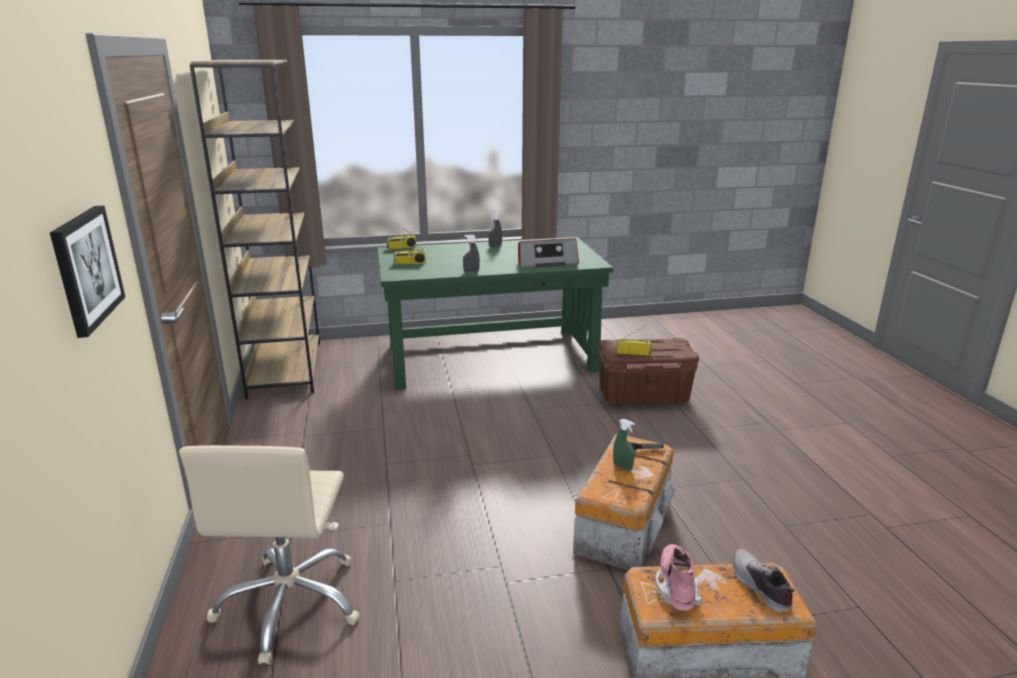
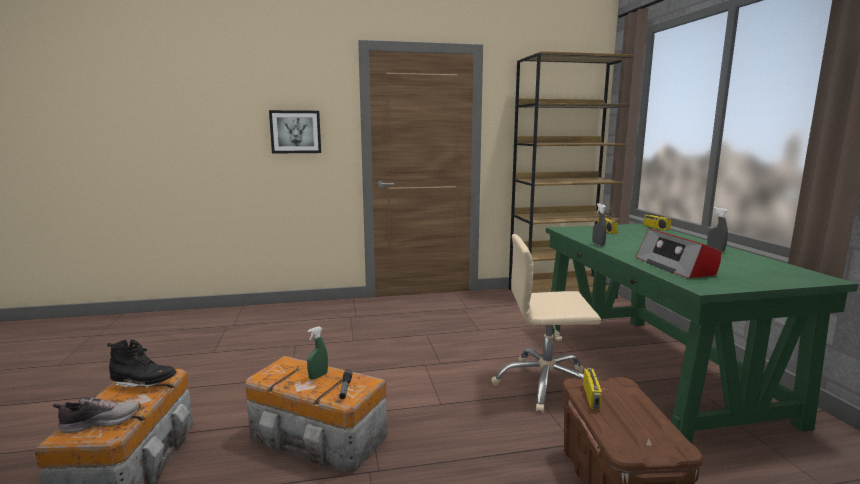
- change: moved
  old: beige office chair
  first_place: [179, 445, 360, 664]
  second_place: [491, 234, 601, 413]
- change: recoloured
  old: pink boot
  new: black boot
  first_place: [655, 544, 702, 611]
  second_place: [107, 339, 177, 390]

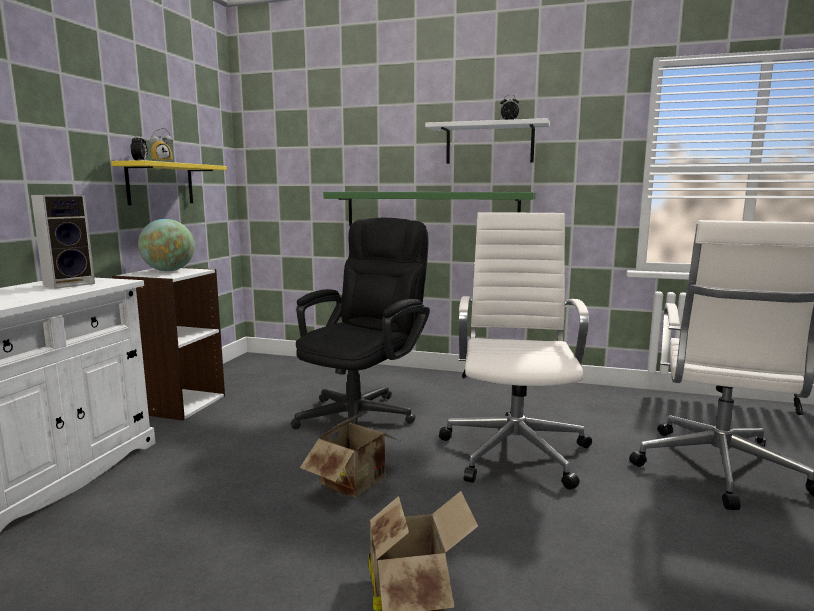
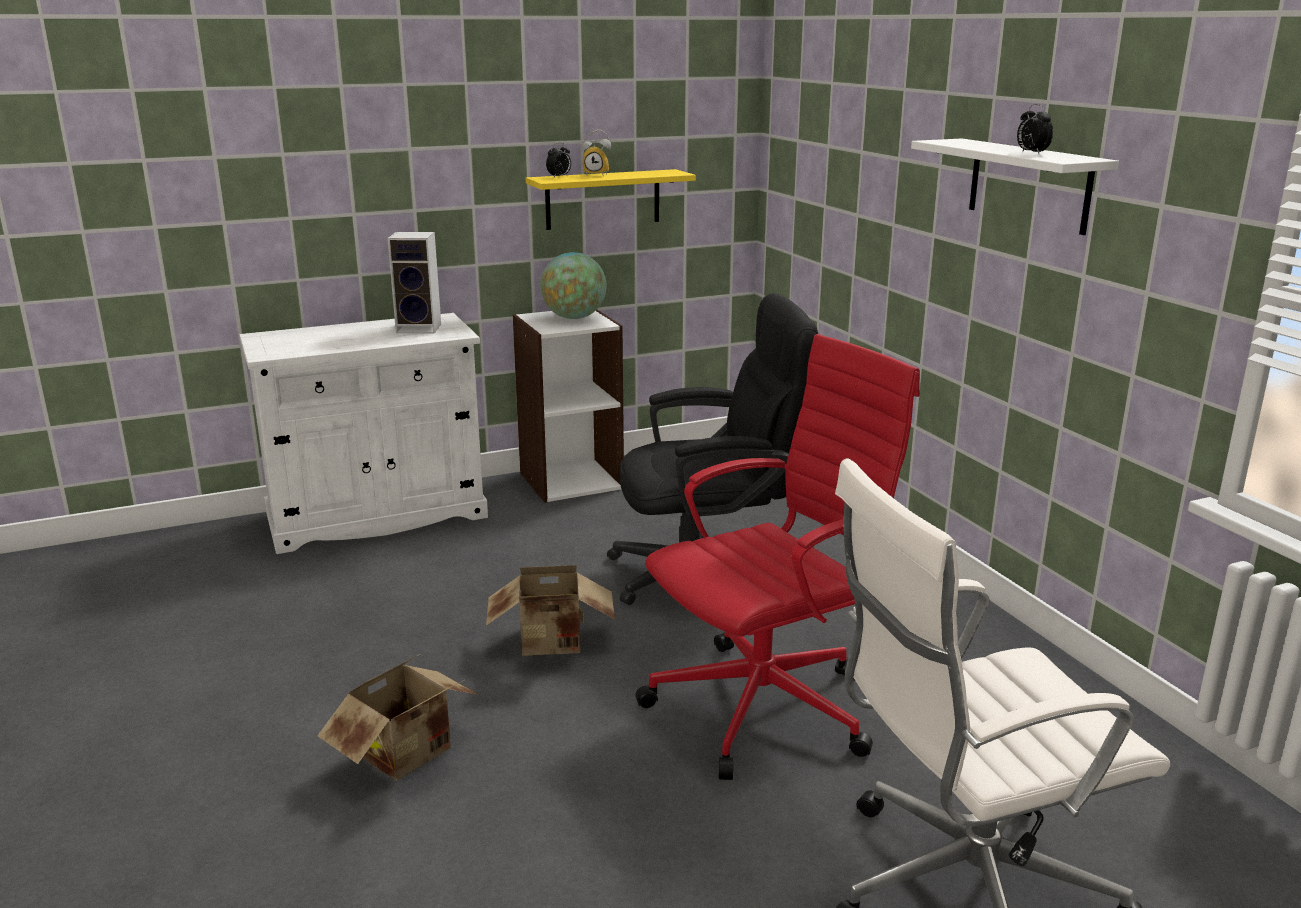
- change: removed
  old: green shelf
  first_place: [323, 192, 536, 226]
- change: recoloured
  old: white office chair
  new: red office chair
  first_place: [439, 212, 592, 489]
  second_place: [635, 334, 920, 780]

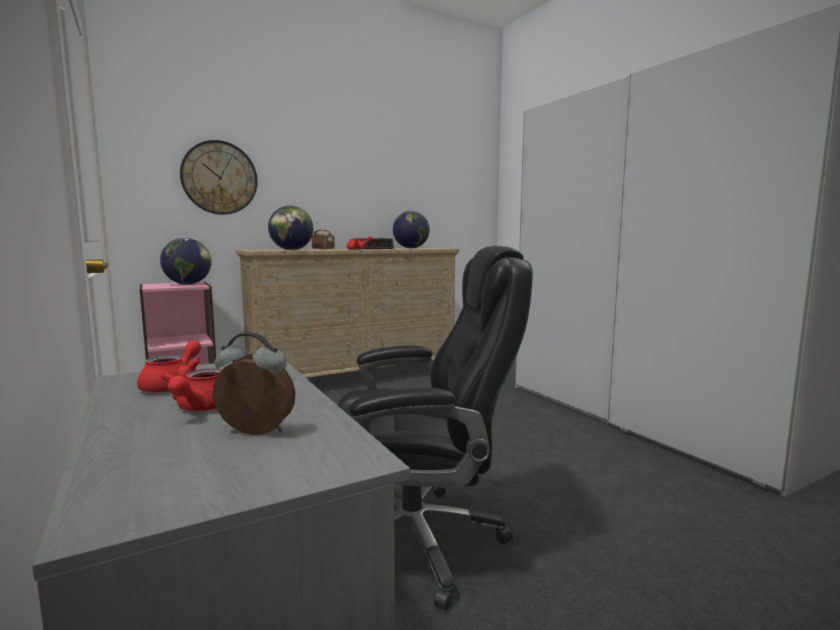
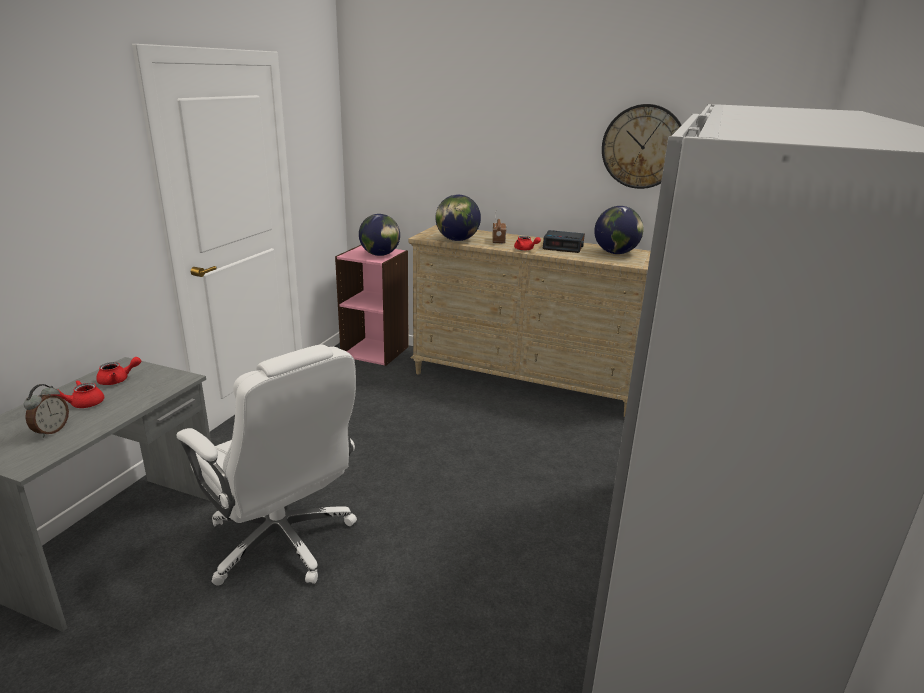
- change: moved
  old: wall clock
  first_place: [180, 140, 258, 215]
  second_place: [602, 104, 682, 189]
- change: recoloured
  old: black office chair
  new: white office chair
  first_place: [338, 246, 533, 610]
  second_place: [176, 344, 357, 585]
- change: turned
  old: alarm clock
  first_place: [213, 332, 296, 435]
  second_place: [24, 384, 69, 438]
  degrees: 45

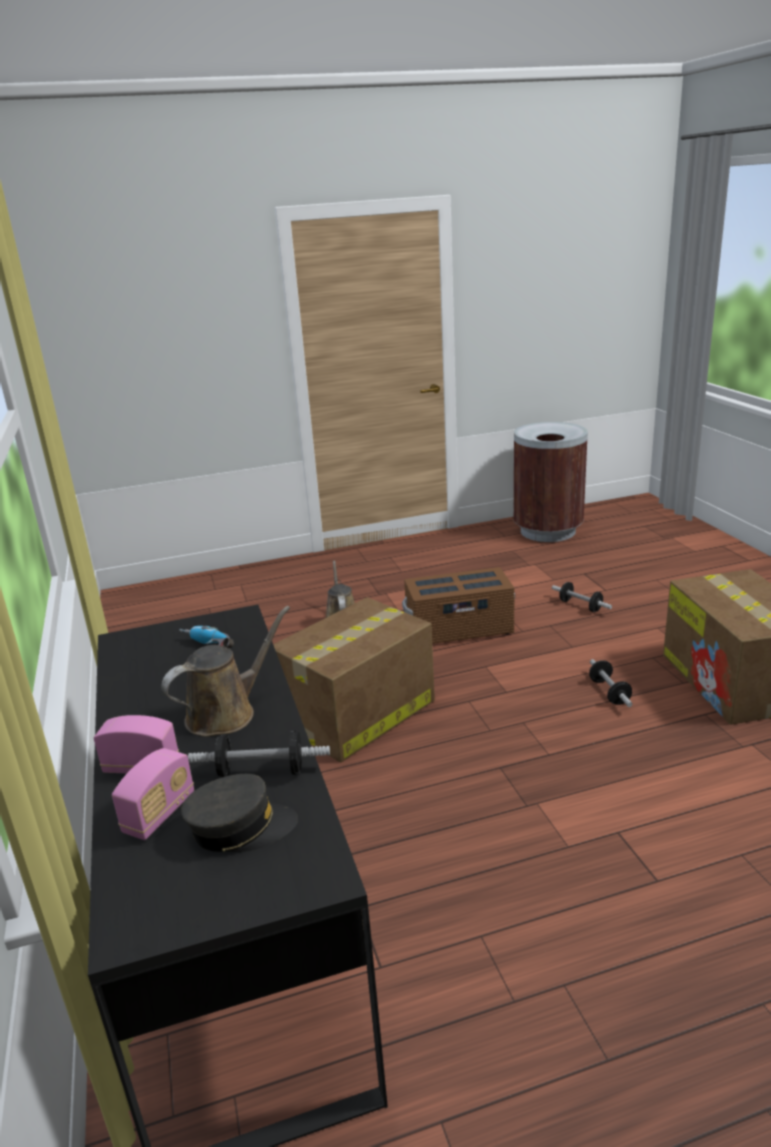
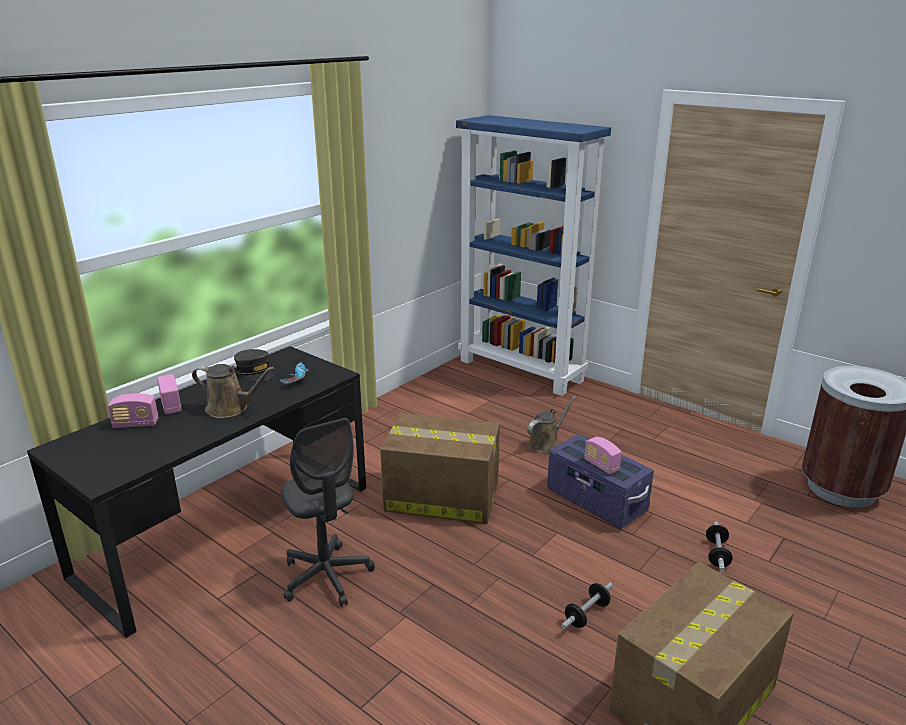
- change: recoloured
  old: brown storage box
  new: purple storage box
  first_place: [402, 567, 515, 644]
  second_place: [547, 434, 654, 529]
- change: removed
  old: dumbbell
  first_place: [188, 730, 330, 777]
- change: moved
  old: grey cap
  first_place: [181, 774, 298, 852]
  second_place: [234, 349, 274, 381]
- change: added
  new: blue bookcase
  second_place: [456, 115, 611, 396]
- change: added
  new: grey office chair
  second_place: [281, 418, 375, 607]
- change: added
  new: radio
  second_place: [584, 437, 622, 474]

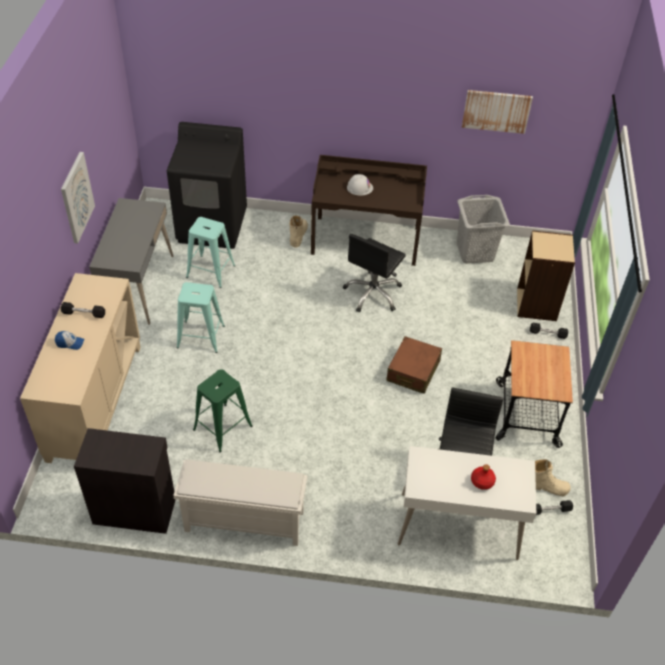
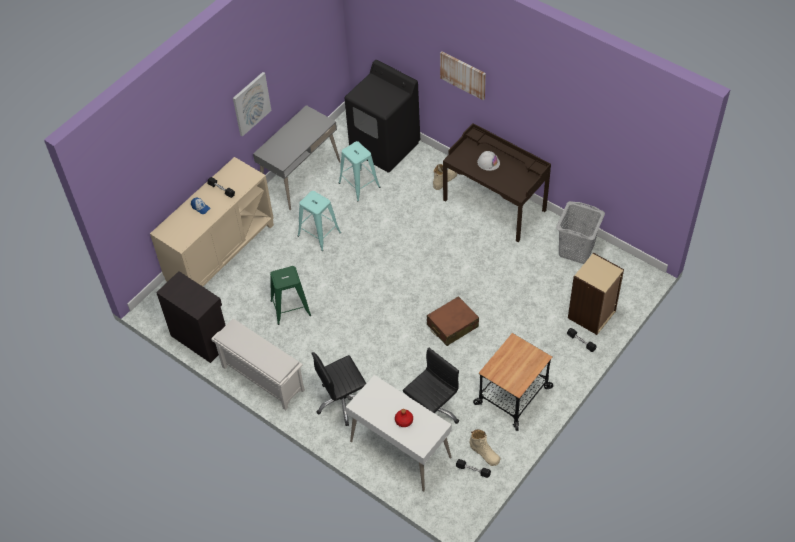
- change: moved
  old: picture
  first_place: [462, 90, 533, 134]
  second_place: [440, 51, 486, 100]
- change: moved
  old: black office chair
  first_place: [343, 234, 406, 313]
  second_place: [312, 352, 366, 426]

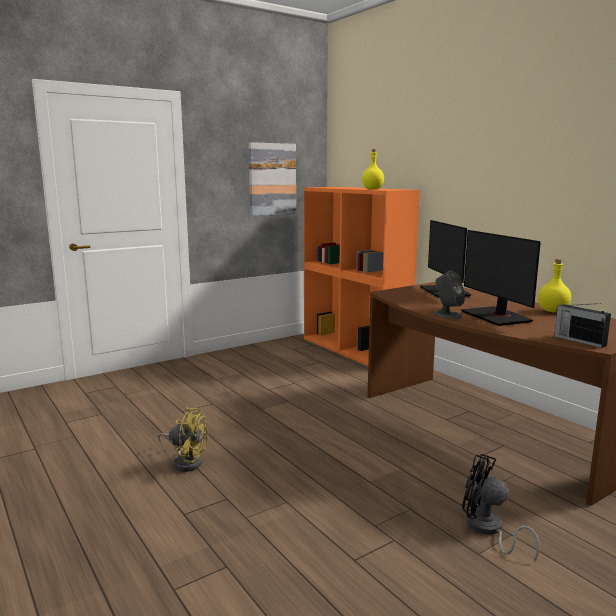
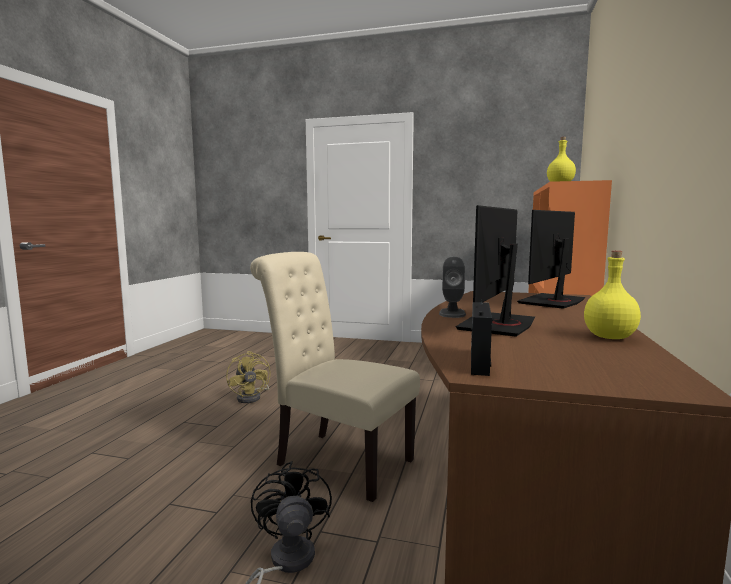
- change: removed
  old: picture
  first_place: [249, 142, 296, 216]
- change: added
  new: beige chair
  second_place: [250, 252, 420, 502]

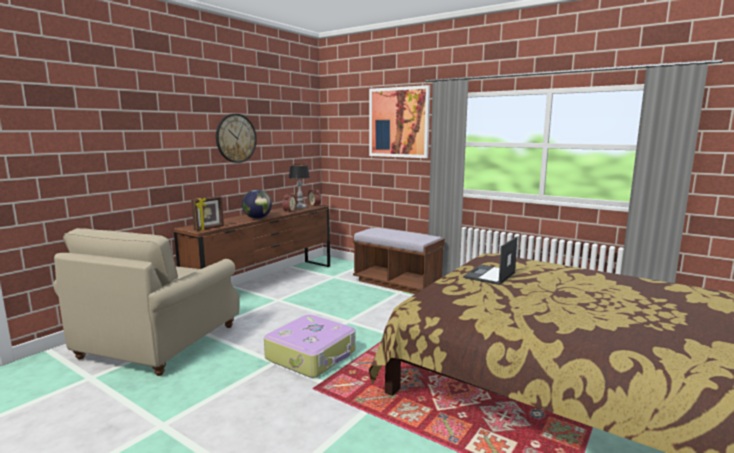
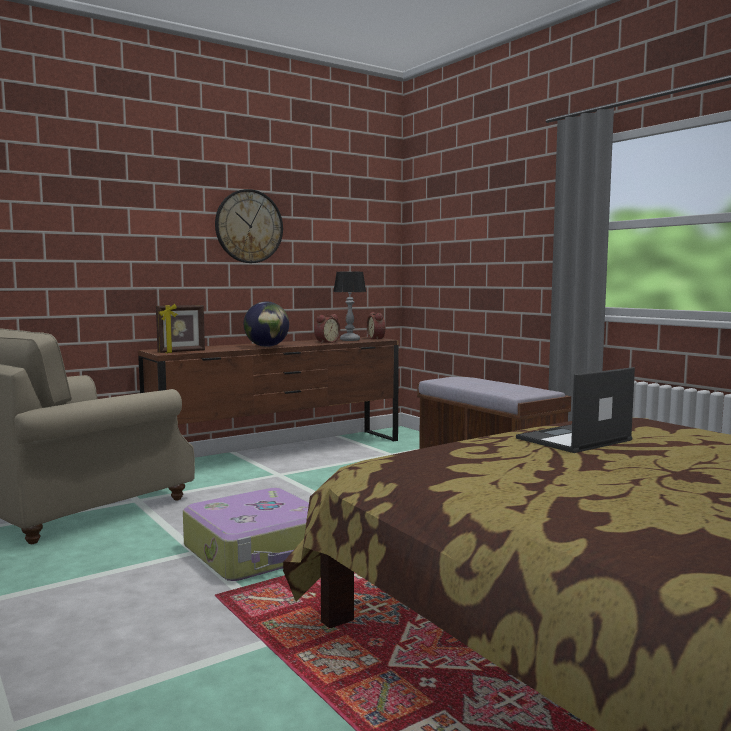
- change: removed
  old: picture
  first_place: [369, 85, 430, 158]

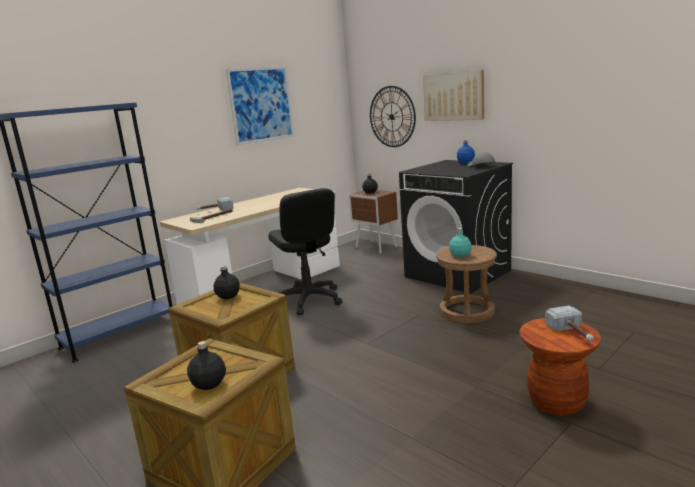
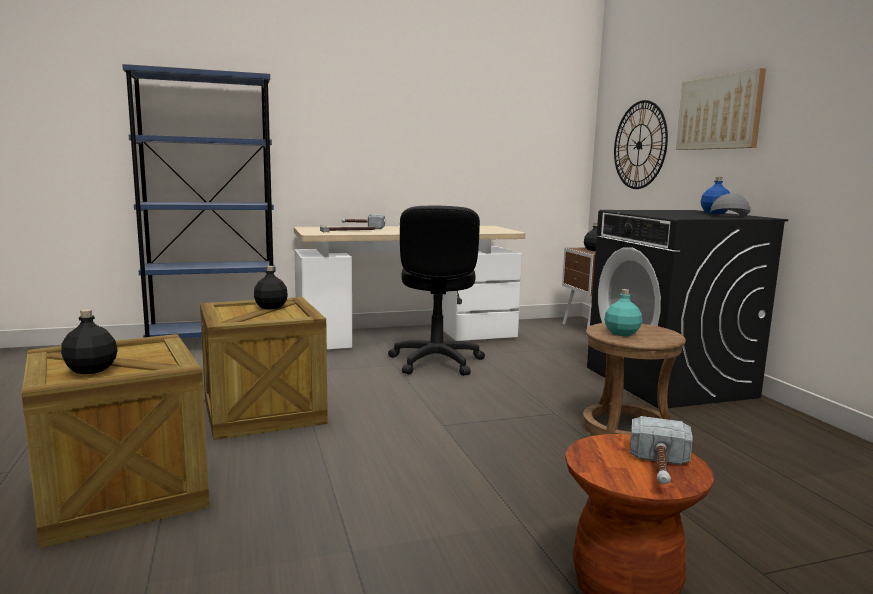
- change: removed
  old: picture
  first_place: [226, 66, 294, 145]

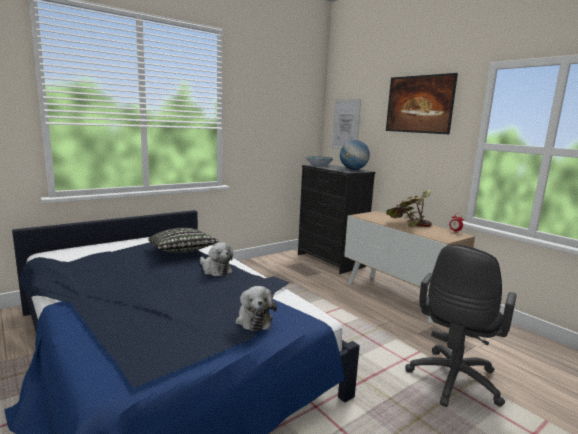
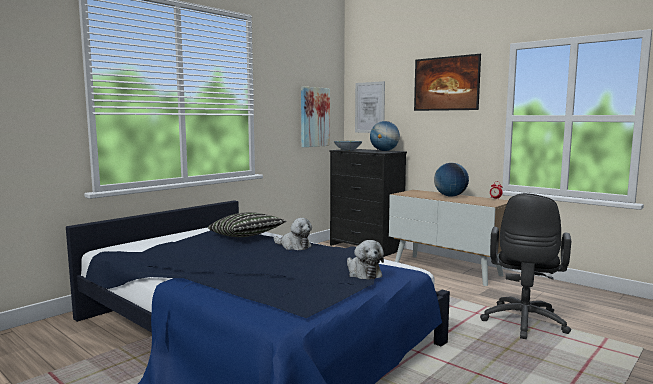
- change: replaced
  old: potted plant
  new: globe
  first_place: [386, 189, 432, 227]
  second_place: [434, 163, 469, 197]
- change: added
  new: picture
  second_place: [301, 86, 330, 147]

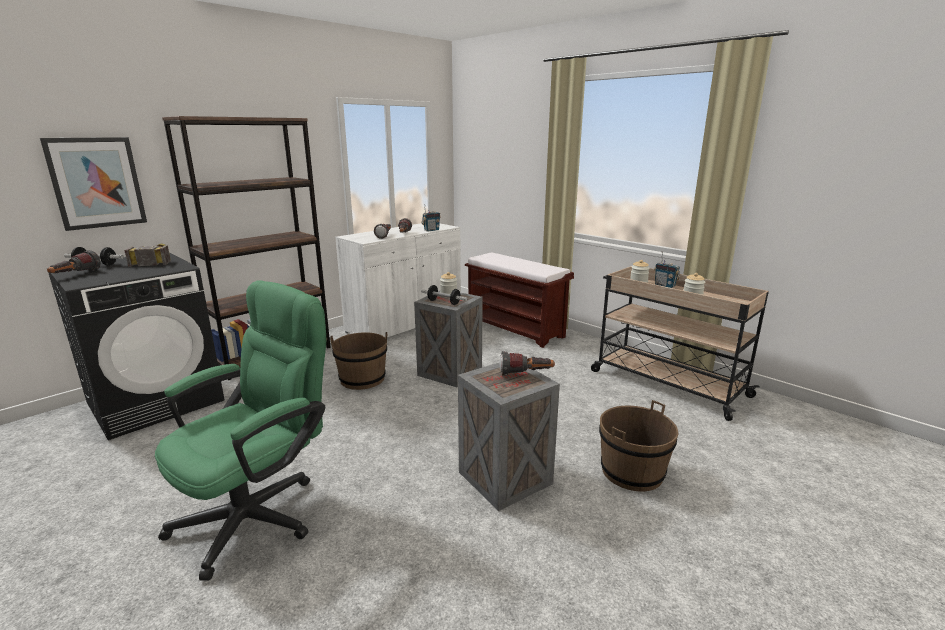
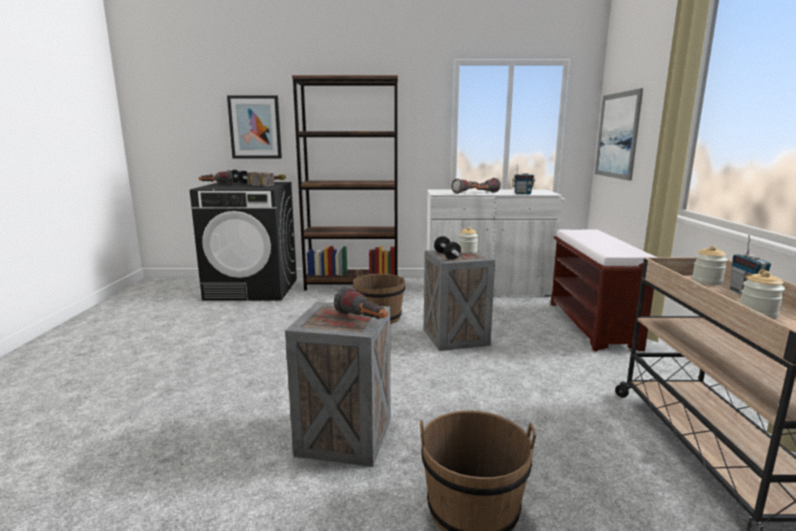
- change: removed
  old: green office chair
  first_place: [155, 280, 326, 581]
- change: added
  new: picture
  second_place: [595, 88, 643, 181]

